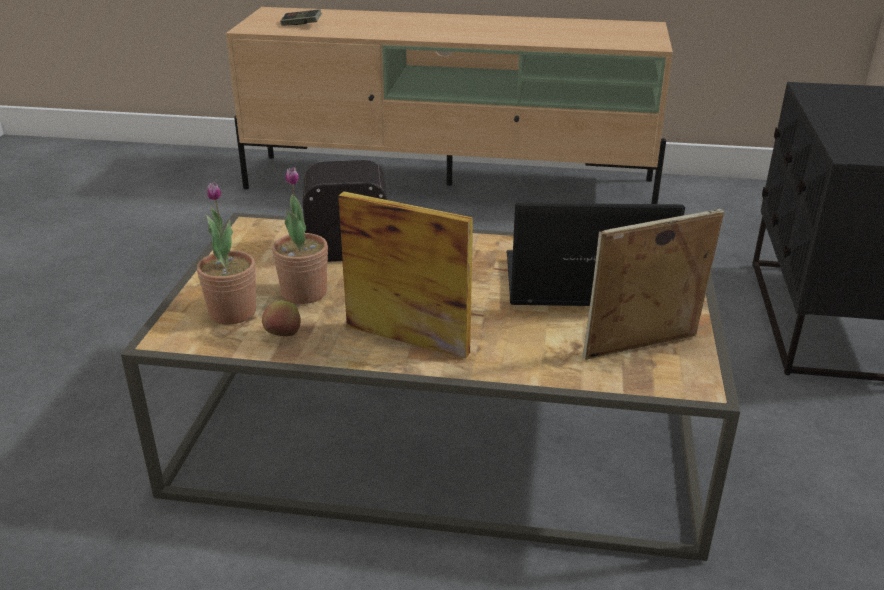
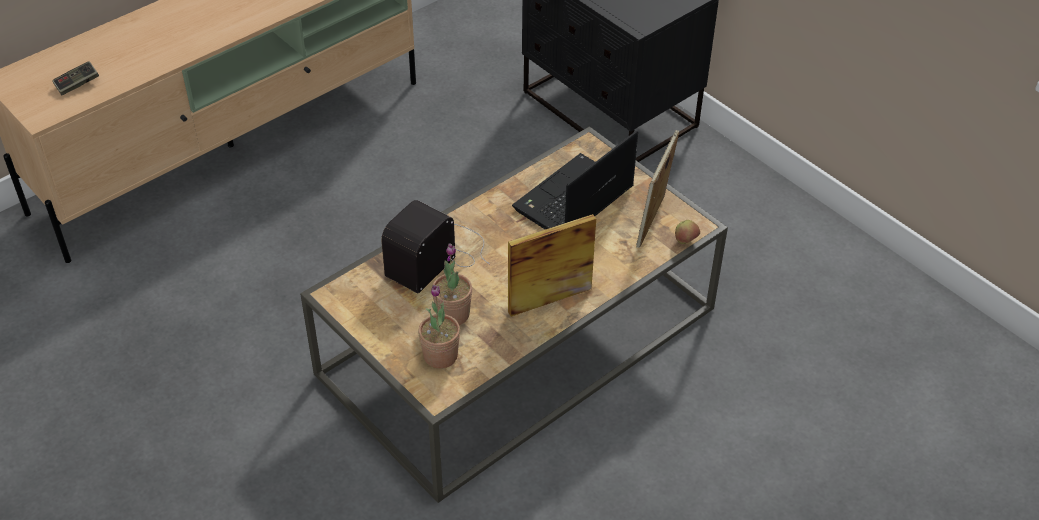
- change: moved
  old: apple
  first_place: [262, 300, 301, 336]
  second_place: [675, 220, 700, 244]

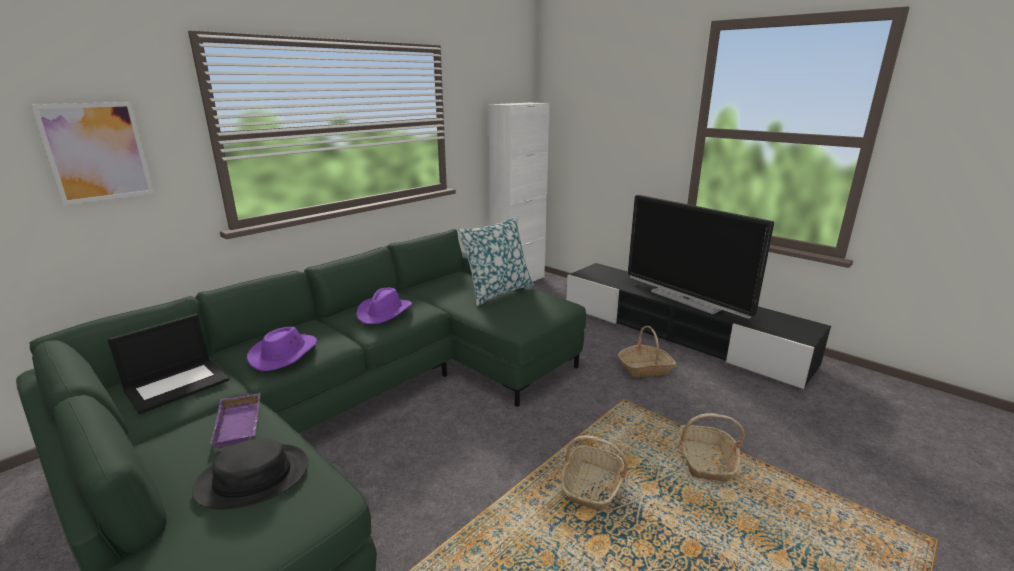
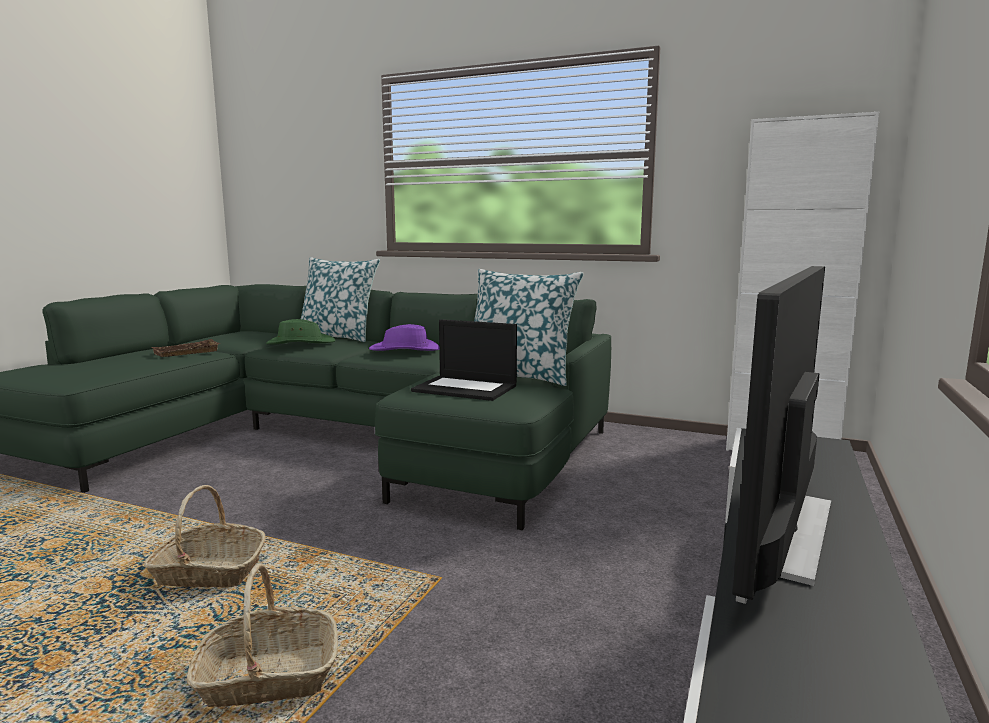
- change: removed
  old: picture
  first_place: [30, 102, 154, 205]
- change: moved
  old: laptop
  first_place: [107, 314, 230, 414]
  second_place: [411, 319, 517, 401]
- change: removed
  old: basket
  first_place: [618, 326, 676, 377]
- change: recoloured
  old: purple hat
  new: green hat
  first_place: [247, 327, 317, 371]
  second_place: [266, 319, 335, 345]
- change: recoloured
  old: purple tray
  new: brown tray
  first_place: [210, 393, 261, 449]
  second_place: [152, 339, 220, 357]
- change: removed
  old: black hat
  first_place: [192, 438, 308, 509]
- change: added
  new: pillow
  second_place: [301, 257, 380, 342]

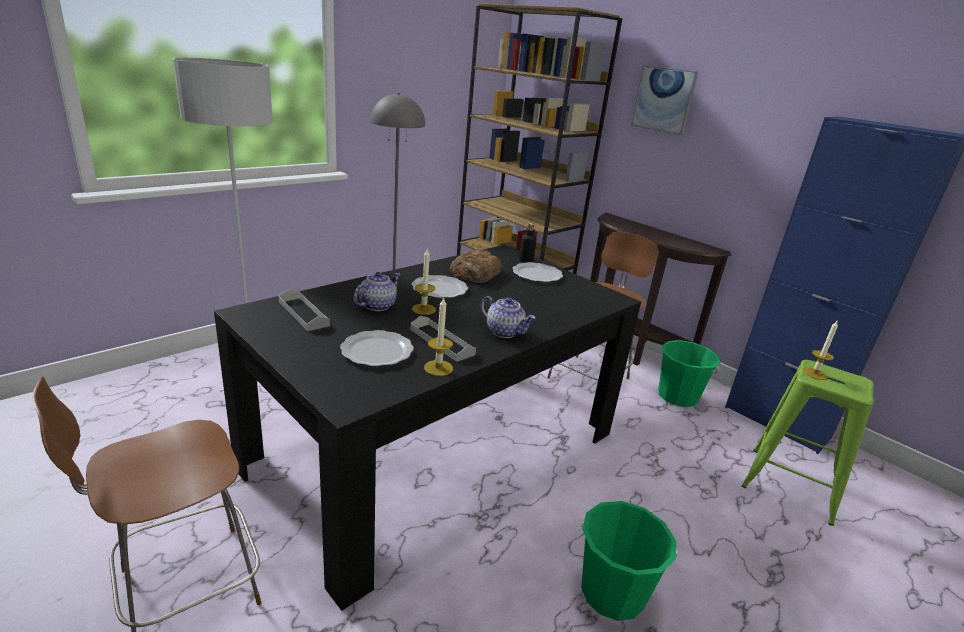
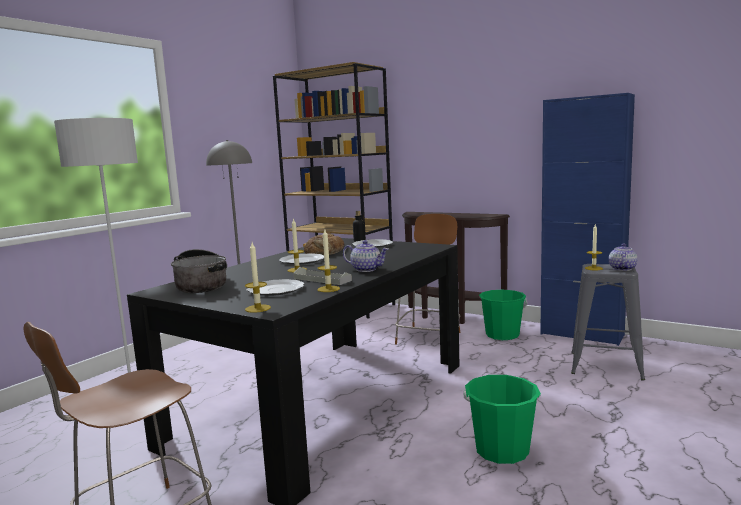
- change: removed
  old: picture
  first_place: [631, 65, 699, 135]
- change: moved
  old: teapot
  first_place: [354, 272, 401, 311]
  second_place: [609, 244, 638, 271]
- change: replaced
  old: grey tray
  new: cooking pot
  first_place: [278, 289, 330, 331]
  second_place: [171, 249, 227, 293]
- change: recoloured
  old: green stool
  new: grey stool
  first_place: [741, 360, 874, 526]
  second_place: [571, 264, 645, 380]
- change: added
  new: candle
  second_place: [245, 243, 271, 313]

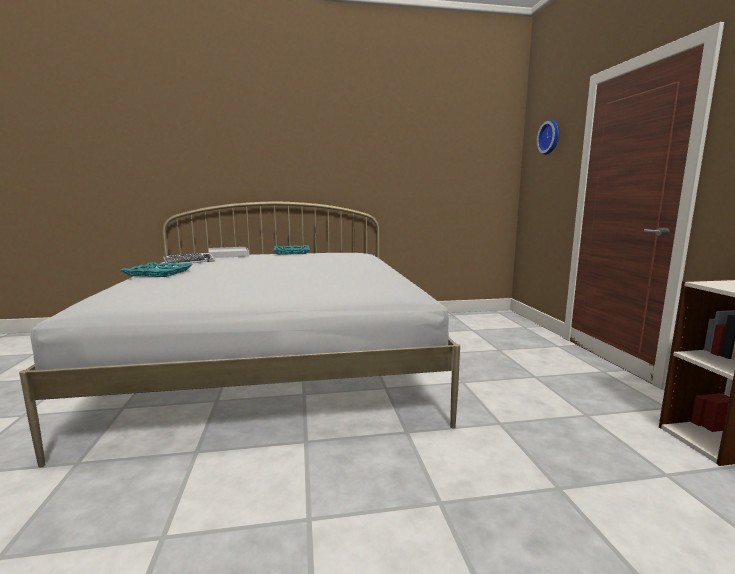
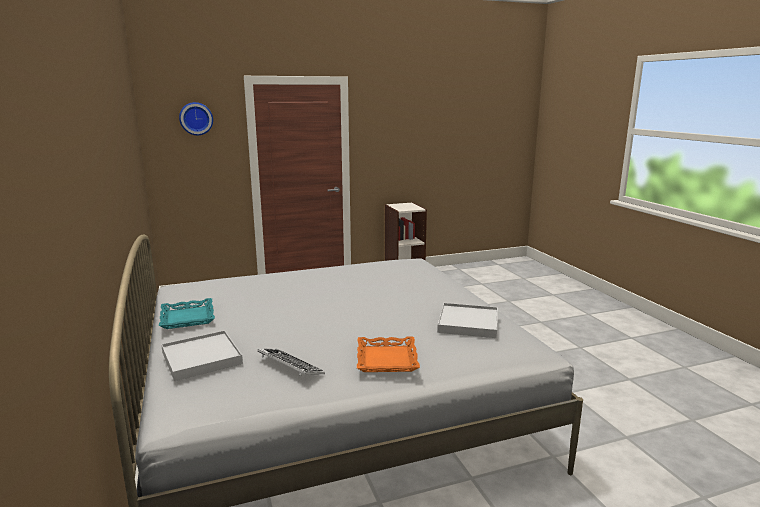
- change: recoloured
  old: turquoise tray
  new: orange tray
  first_place: [120, 262, 193, 277]
  second_place: [357, 337, 420, 372]
- change: added
  new: white tray
  second_place: [437, 303, 498, 338]

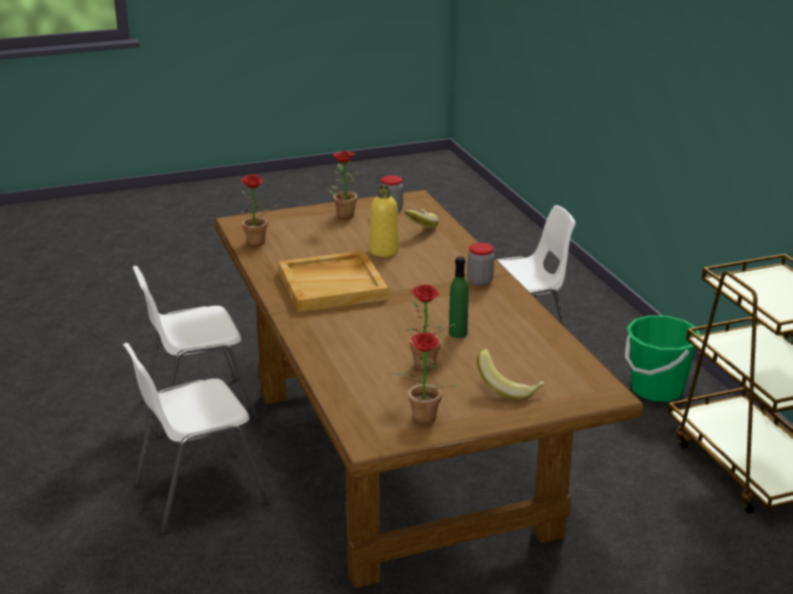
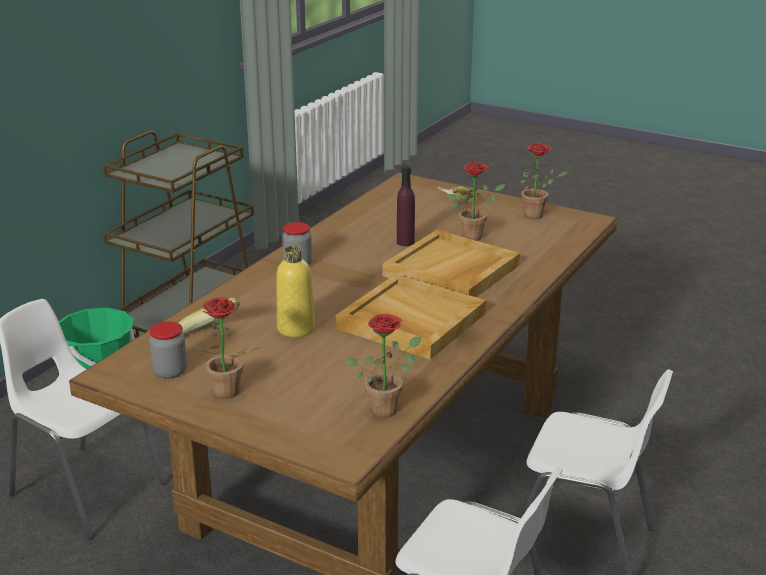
- change: recoloured
  old: green bottle
  new: purple bottle
  first_place: [449, 257, 469, 338]
  second_place: [397, 166, 415, 246]
- change: added
  new: beige tray
  second_place: [382, 230, 520, 297]

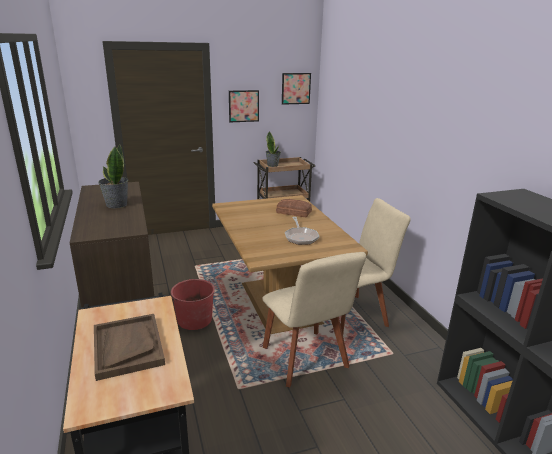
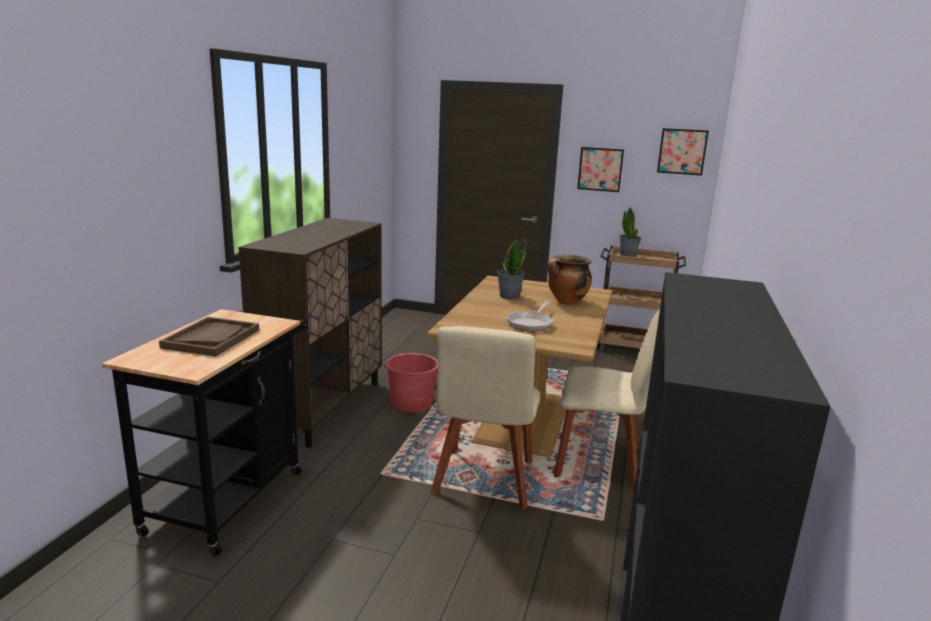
- change: moved
  old: potted plant
  first_place: [98, 144, 128, 208]
  second_place: [497, 238, 526, 299]
- change: replaced
  old: bread
  new: cooking pot
  first_place: [276, 199, 312, 217]
  second_place: [547, 255, 592, 305]

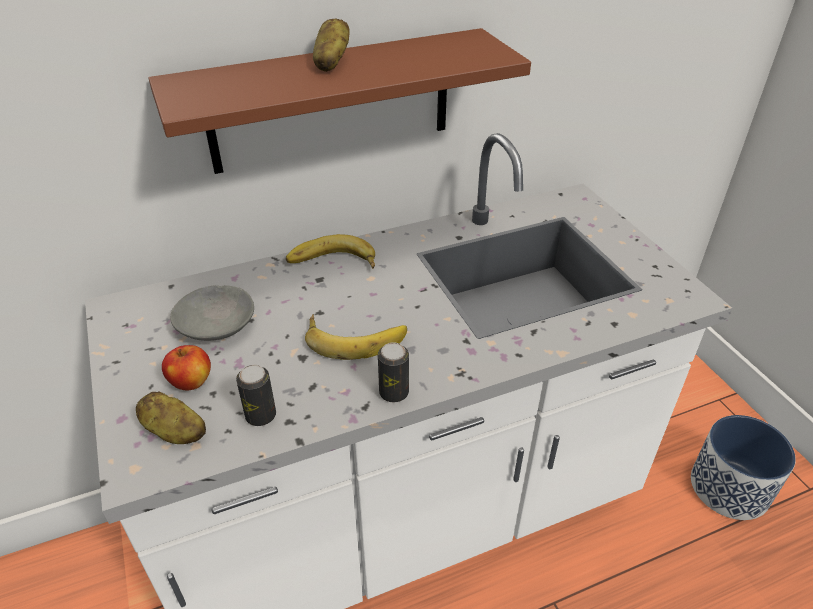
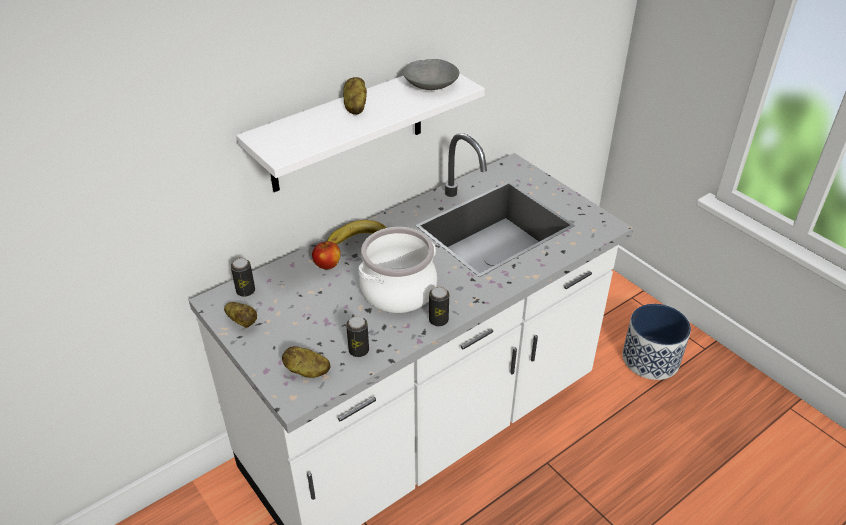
- change: recoloured
  old: brown shelf
  new: white shelf
  first_place: [148, 28, 531, 174]
  second_place: [236, 73, 485, 192]
- change: moved
  old: grey bowl
  first_place: [170, 285, 254, 341]
  second_place: [403, 59, 459, 90]
- change: replaced
  old: banana
  new: cooking pot
  first_place: [305, 314, 407, 360]
  second_place: [359, 227, 437, 313]
- change: moved
  old: apple
  first_place: [162, 345, 211, 390]
  second_place: [312, 241, 341, 270]
- change: added
  new: can
  second_place: [231, 258, 255, 297]
- change: added
  new: potato
  second_place: [224, 302, 257, 328]

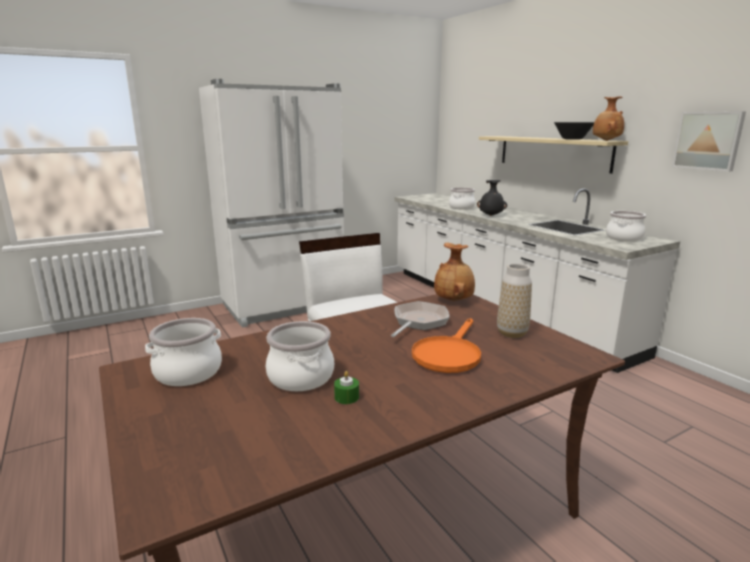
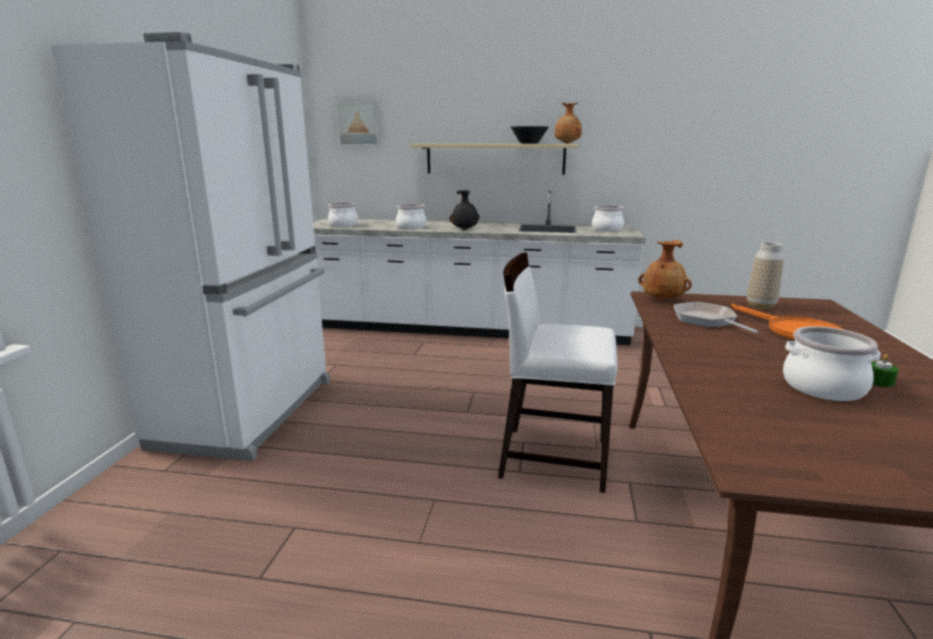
- change: moved
  old: picture
  first_place: [672, 111, 746, 172]
  second_place: [336, 102, 380, 146]
- change: moved
  old: cooking pot
  first_place: [145, 318, 222, 386]
  second_place: [328, 203, 358, 227]

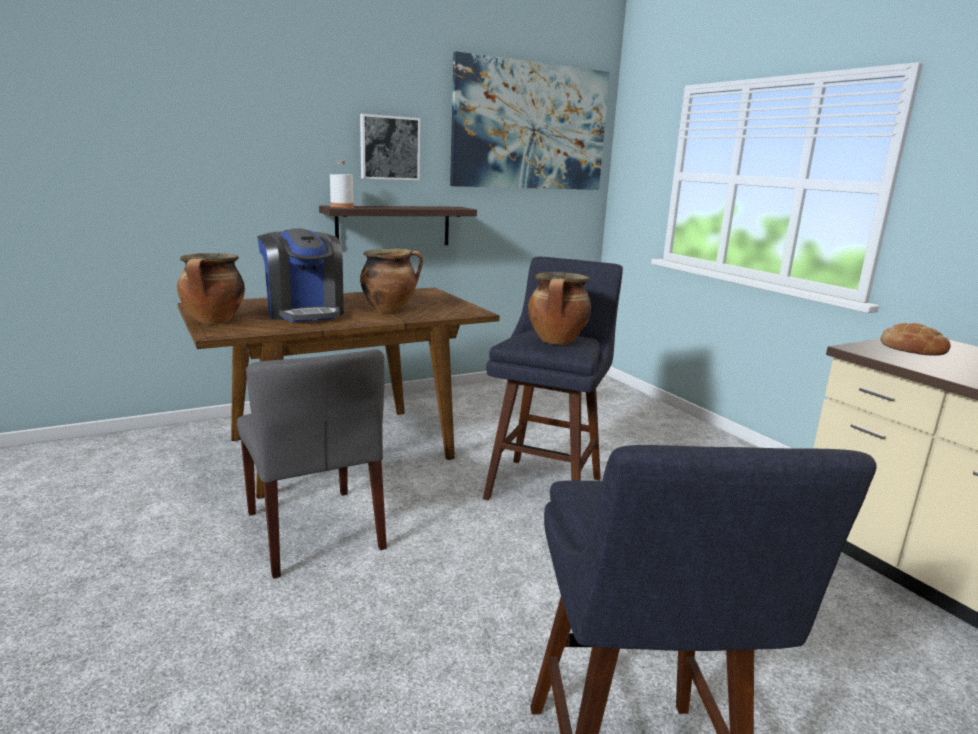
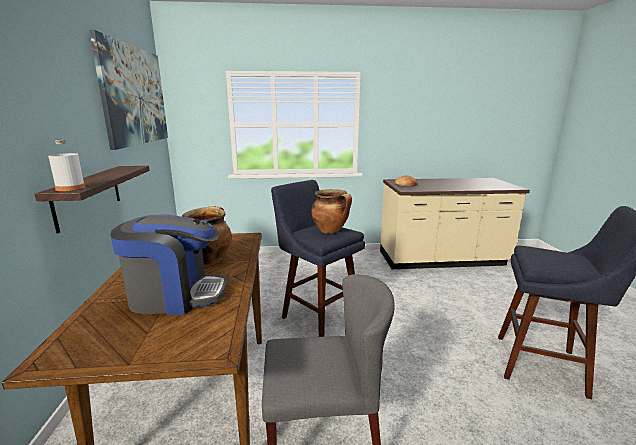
- change: removed
  old: picture
  first_place: [360, 114, 420, 180]
- change: removed
  old: cooking pot
  first_place: [177, 253, 245, 324]

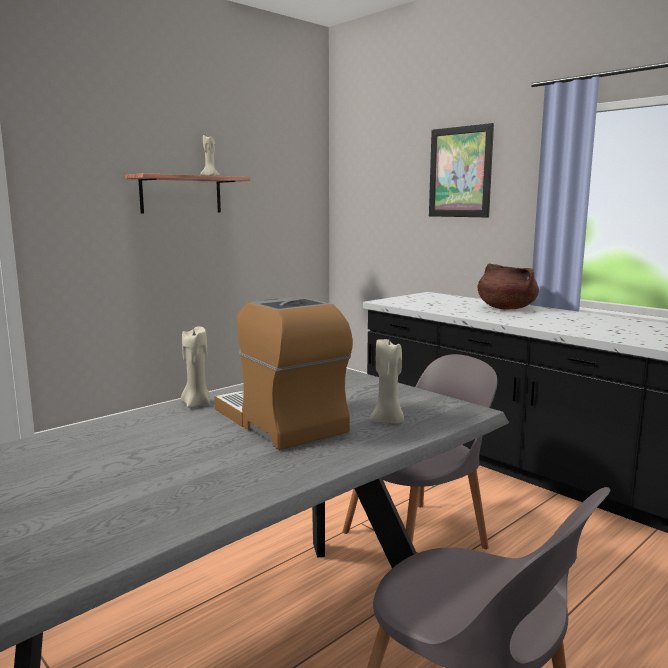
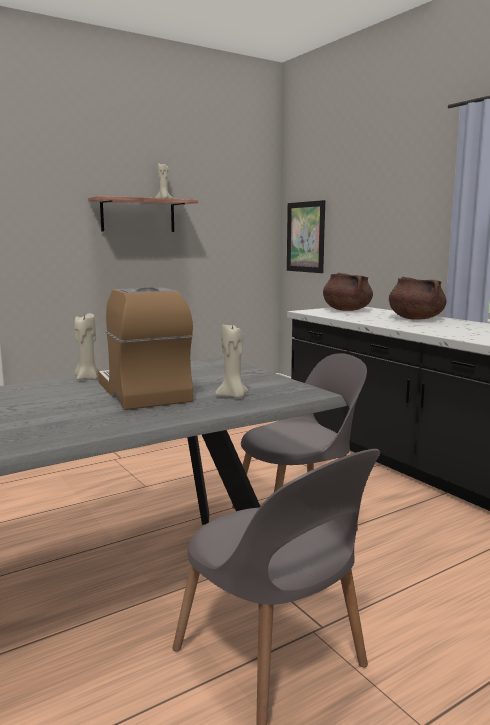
- change: moved
  old: picture
  first_place: [429, 123, 494, 217]
  second_place: [287, 200, 325, 273]
- change: added
  new: brown cooking pot
  second_place: [323, 272, 373, 311]

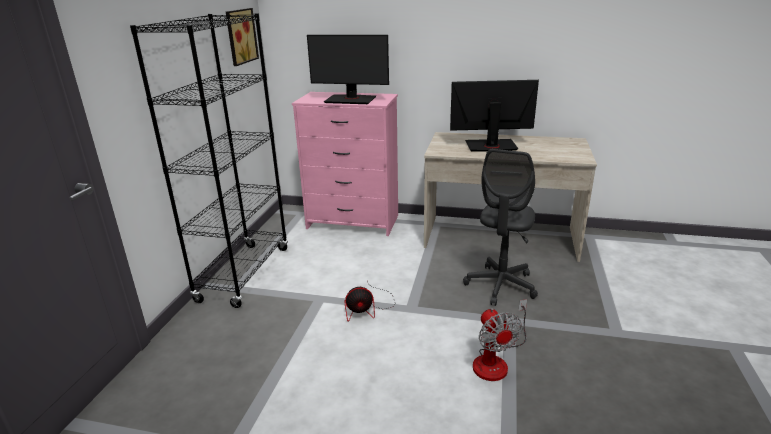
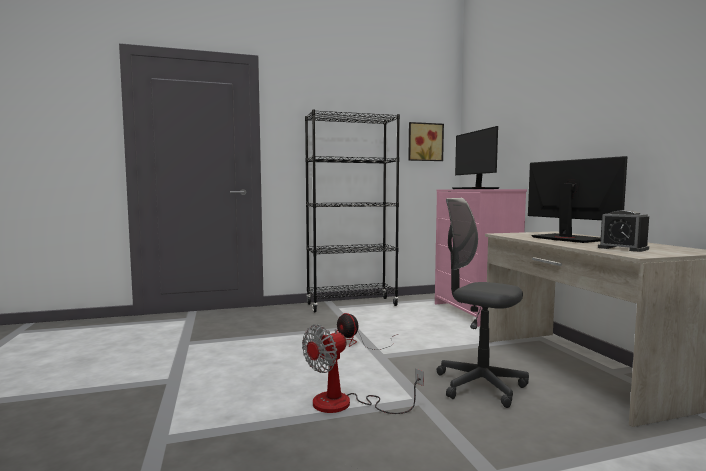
- change: turned
  old: grey office chair
  first_place: [463, 149, 538, 306]
  second_place: [437, 198, 529, 408]
  degrees: 45
- change: added
  new: alarm clock
  second_place: [598, 210, 649, 252]

